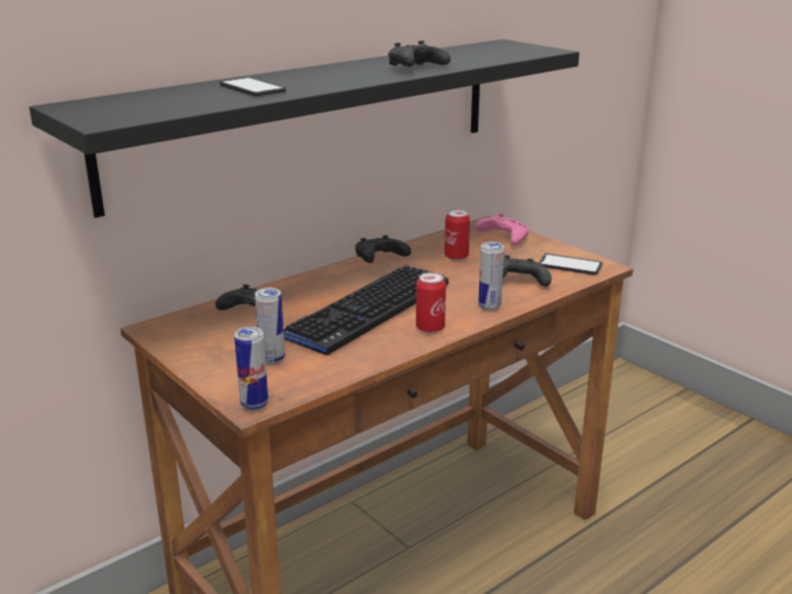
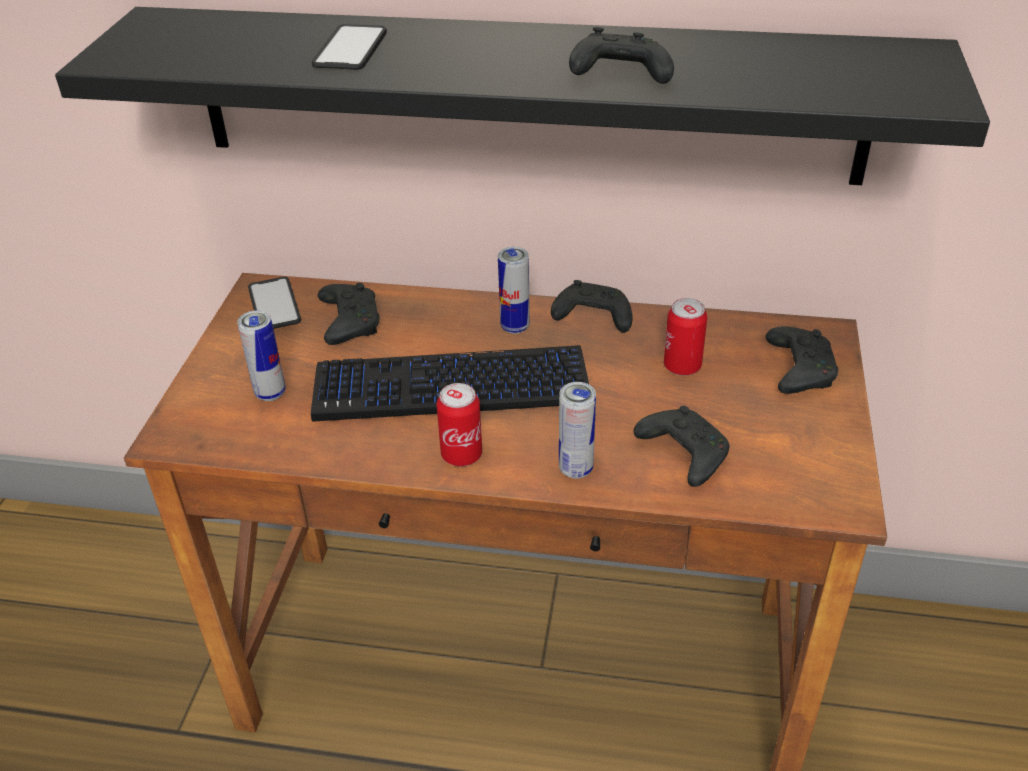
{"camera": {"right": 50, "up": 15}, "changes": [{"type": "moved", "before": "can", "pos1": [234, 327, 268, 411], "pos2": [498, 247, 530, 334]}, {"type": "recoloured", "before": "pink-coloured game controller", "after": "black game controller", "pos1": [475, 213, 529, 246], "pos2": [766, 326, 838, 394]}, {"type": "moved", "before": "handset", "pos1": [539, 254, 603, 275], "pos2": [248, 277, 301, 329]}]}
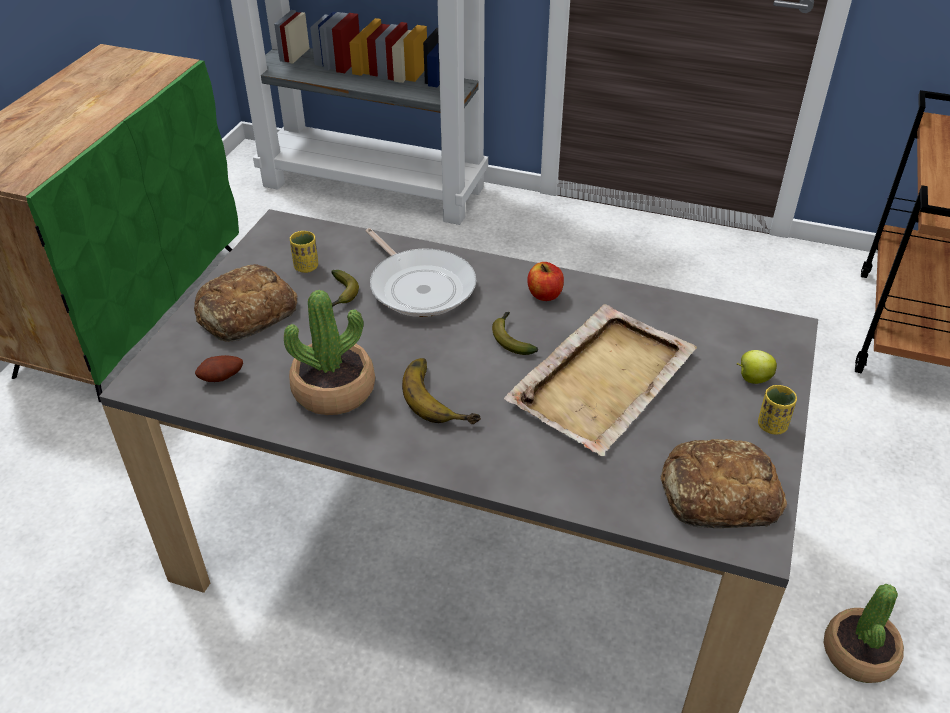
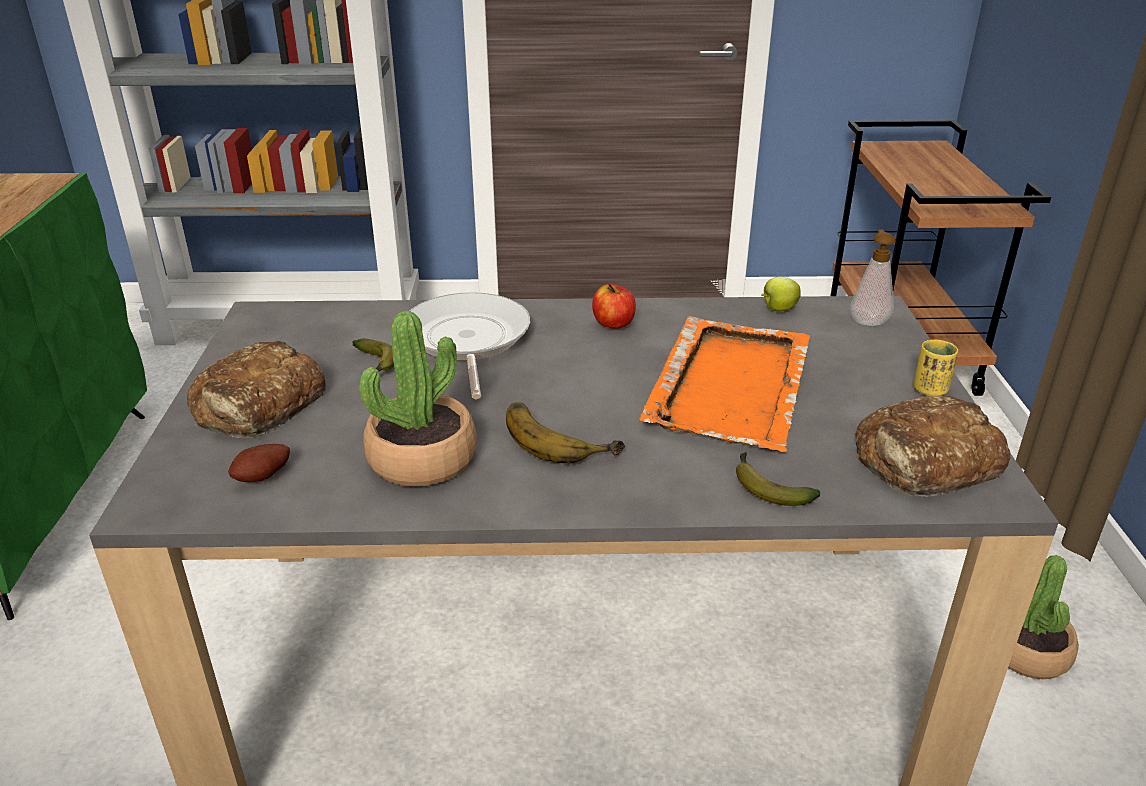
{"camera": {"right": -20, "up": -10}, "changes": [{"type": "removed", "before": "yellowish drinking cup", "pos1": [290, 231, 318, 273]}, {"type": "turned", "before": "skillet", "pos1": [365, 228, 476, 317], "pos2": [410, 292, 530, 399], "turn": -135}, {"type": "moved", "before": "banana", "pos1": [492, 312, 538, 355], "pos2": [736, 452, 820, 506]}, {"type": "recoloured", "before": "beige serving tray", "after": "orange serving tray", "pos1": [504, 304, 697, 456], "pos2": [640, 316, 810, 452]}, {"type": "moved", "before": "whole apple", "pos1": [737, 350, 777, 384], "pos2": [762, 277, 801, 311]}, {"type": "added", "after": "soap bottle", "pos2": [850, 230, 896, 326]}]}
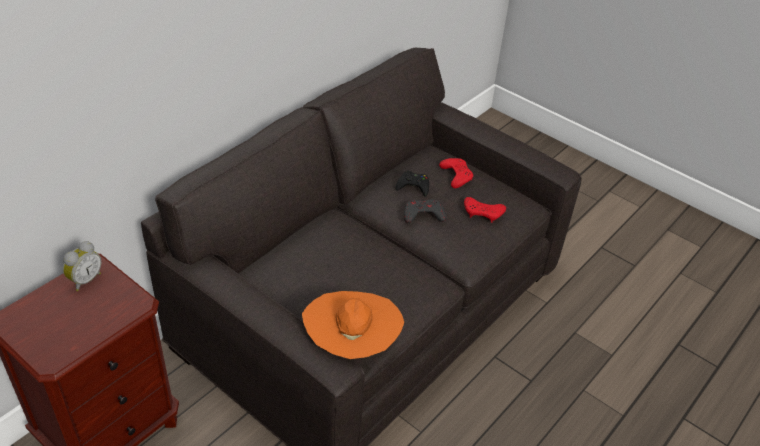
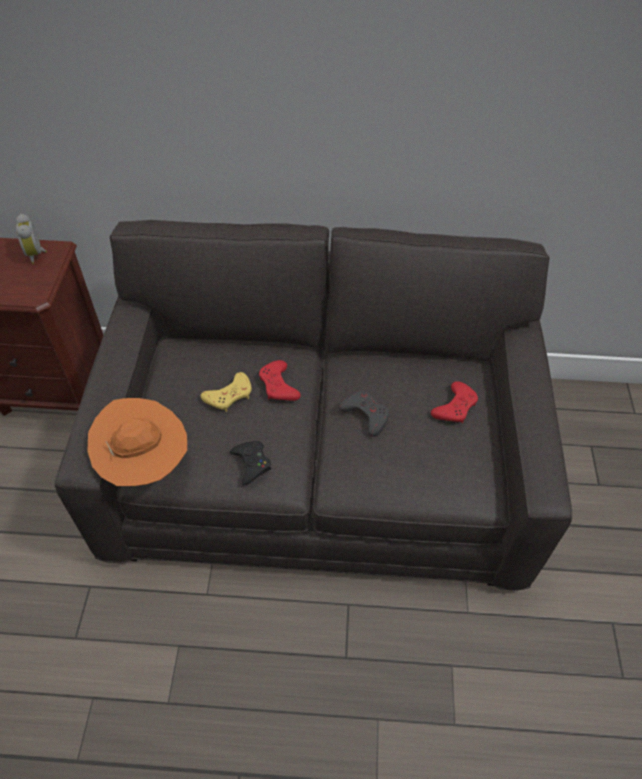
{"camera": {"right": 55, "up": 10}, "changes": [{"type": "turned", "before": "table clock", "pos1": [63, 241, 101, 291], "pos2": [16, 214, 47, 264], "turn": 75}, {"type": "moved", "before": "black game controller", "pos1": [396, 170, 429, 197], "pos2": [230, 441, 271, 485]}, {"type": "moved", "before": "reddish game controller", "pos1": [464, 197, 506, 223], "pos2": [259, 360, 301, 401]}, {"type": "added", "after": "yellowish game controller", "pos2": [201, 372, 252, 412]}]}
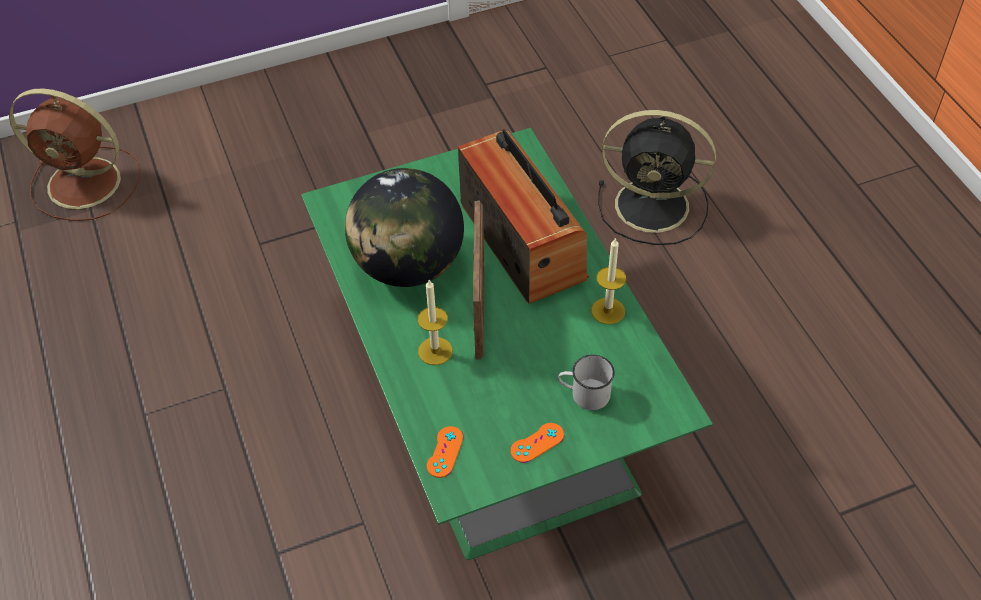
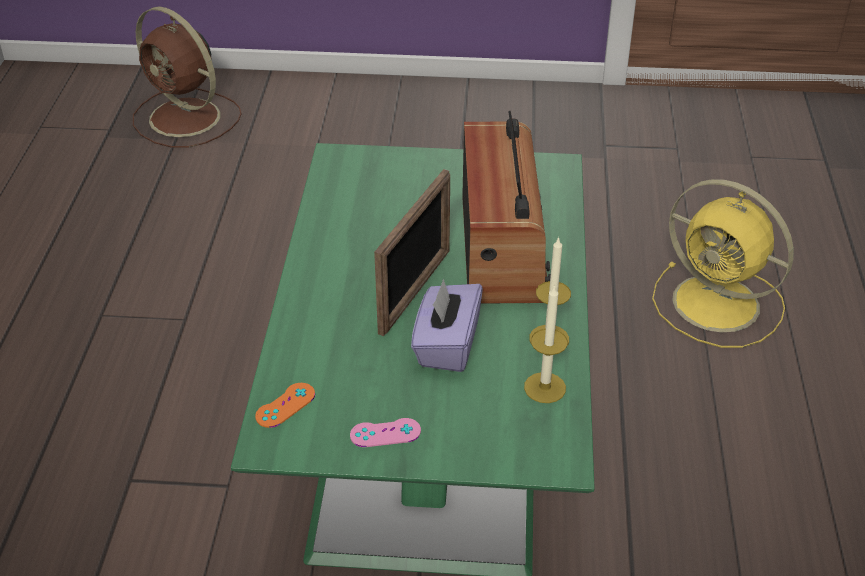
{"camera": {"right": 25, "up": -10}, "changes": [{"type": "removed", "before": "globe", "pos1": [345, 168, 464, 287]}, {"type": "moved", "before": "wax candle", "pos1": [417, 280, 453, 365], "pos2": [524, 284, 568, 403]}, {"type": "recoloured", "before": "orange game controller", "after": "pink-coloured game controller", "pos1": [511, 423, 564, 463], "pos2": [350, 418, 421, 447]}, {"type": "removed", "before": "white-coloured tea mug", "pos1": [558, 355, 615, 410]}, {"type": "recoloured", "before": "black electric fan", "after": "yellowish electric fan", "pos1": [598, 110, 716, 245], "pos2": [652, 179, 794, 348]}, {"type": "added", "after": "purple tissue box", "pos2": [411, 279, 483, 372]}]}
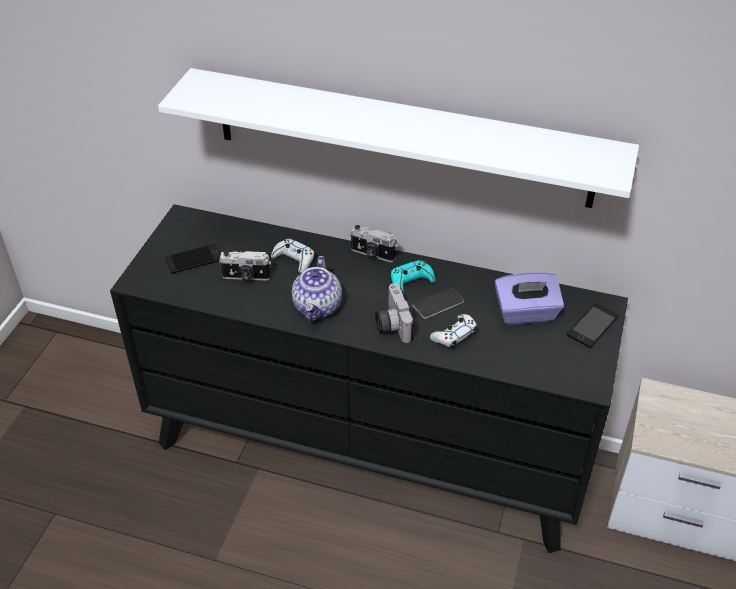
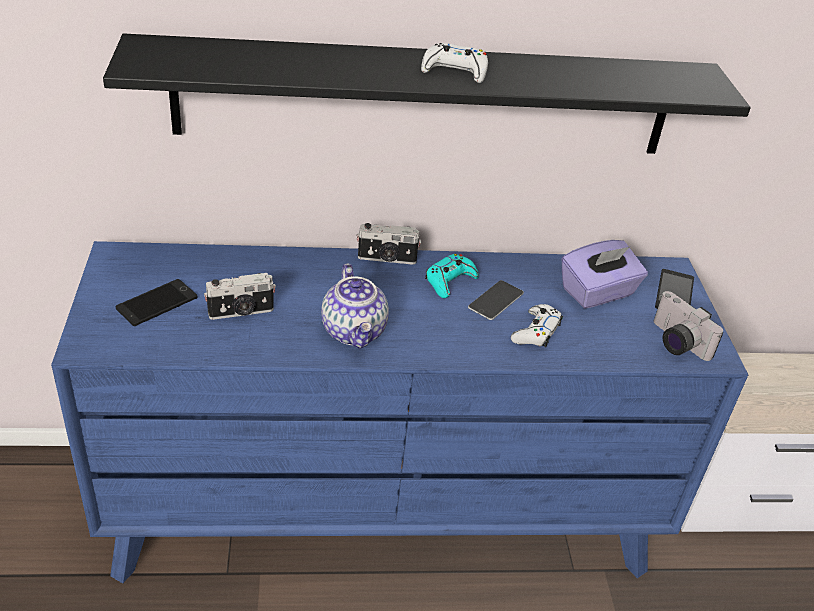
{"camera": {"right": -25, "up": -5}, "changes": [{"type": "recoloured", "before": "black chest of drawers", "after": "bluish chest of drawers", "pos1": [110, 204, 628, 553], "pos2": [51, 241, 748, 583]}, {"type": "recoloured", "before": "white-coloured shelf", "after": "black shelf", "pos1": [158, 68, 639, 208], "pos2": [103, 33, 751, 154]}, {"type": "moved", "before": "white-coloured game controller", "pos1": [271, 239, 314, 273], "pos2": [421, 43, 488, 83]}, {"type": "moved", "before": "still camera", "pos1": [375, 283, 415, 343], "pos2": [654, 291, 723, 361]}]}
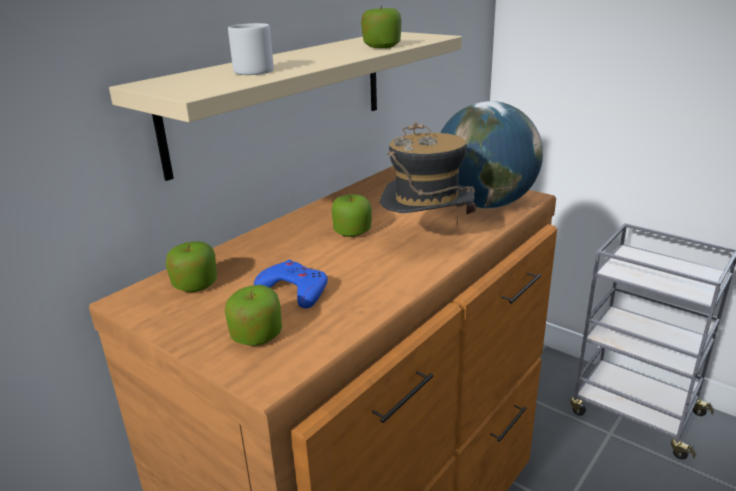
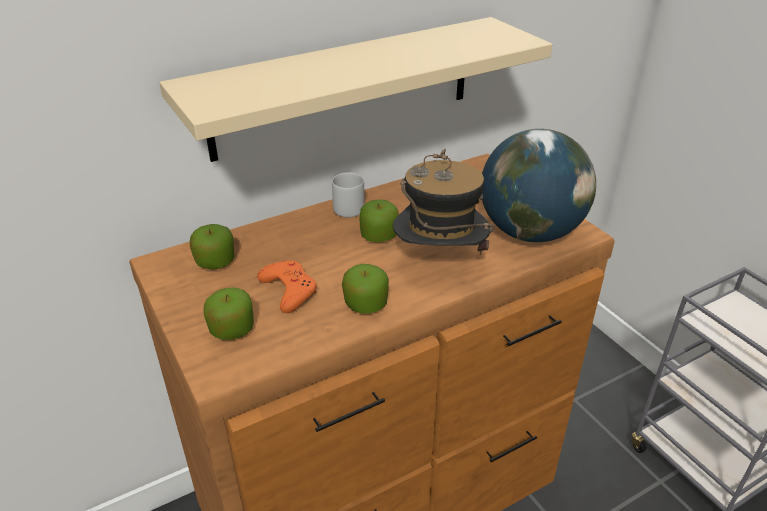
{"camera": {"right": 20, "up": 10}, "changes": [{"type": "moved", "before": "greyish tea mug", "pos1": [228, 23, 274, 75], "pos2": [332, 172, 365, 217]}, {"type": "recoloured", "before": "bluish game controller", "after": "orange game controller", "pos1": [254, 260, 328, 309], "pos2": [257, 260, 317, 313]}, {"type": "moved", "before": "whole apple", "pos1": [361, 5, 402, 48], "pos2": [342, 264, 389, 314]}]}
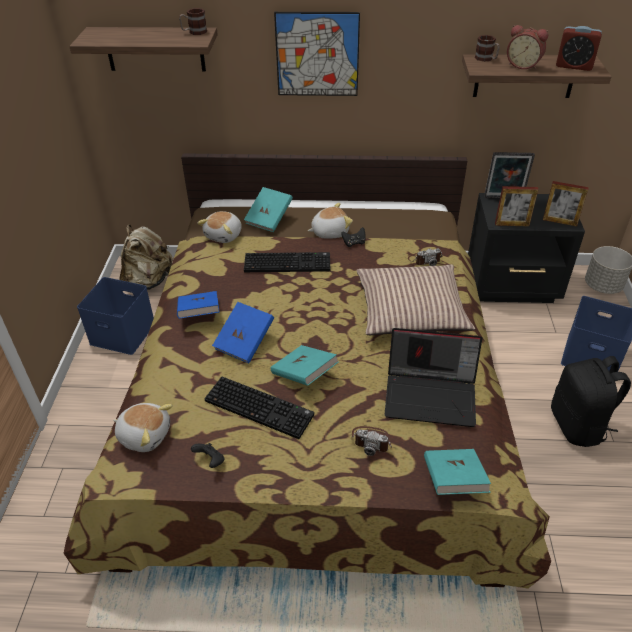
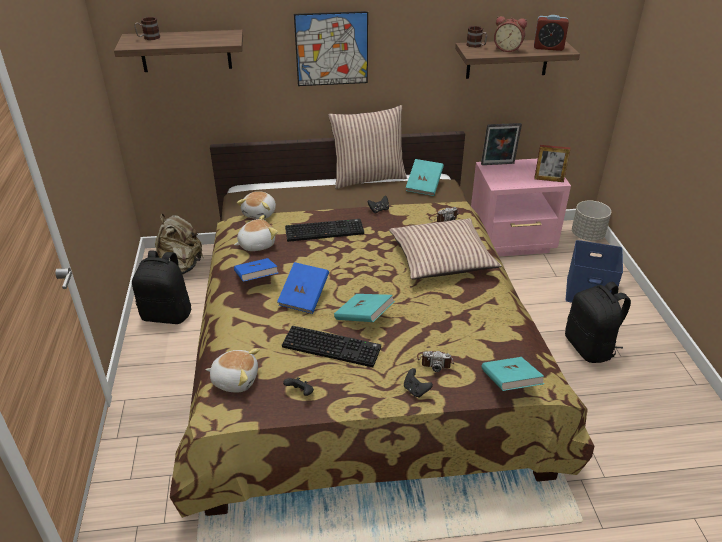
{"camera": {"right": -10, "up": -5}, "changes": [{"type": "replaced", "before": "bluish storage box", "after": "black backpack", "pos1": [77, 277, 154, 355], "pos2": [132, 250, 191, 324]}, {"type": "moved", "before": "tea mug", "pos1": [179, 8, 207, 35], "pos2": [134, 17, 160, 40]}, {"type": "moved", "before": "turquoise bound book", "pos1": [244, 187, 293, 232], "pos2": [406, 159, 444, 196]}, {"type": "moved", "before": "plush toy", "pos1": [308, 203, 353, 239], "pos2": [234, 215, 278, 251]}, {"type": "removed", "before": "laptop", "pos1": [385, 328, 482, 427]}, {"type": "recoloured", "before": "black bedside table", "after": "pink-coloured bedside table", "pos1": [468, 193, 585, 303], "pos2": [471, 159, 571, 257]}, {"type": "removed", "before": "picture frame", "pos1": [495, 186, 538, 226]}, {"type": "added", "after": "cushion", "pos2": [328, 105, 407, 189]}, {"type": "added", "after": "black game controller", "pos2": [404, 368, 433, 398]}]}
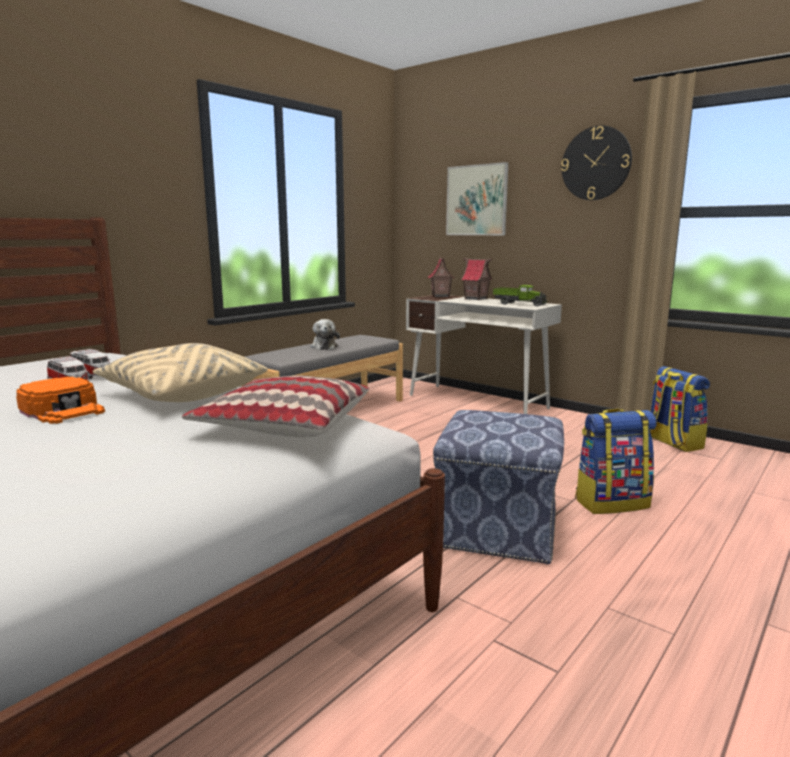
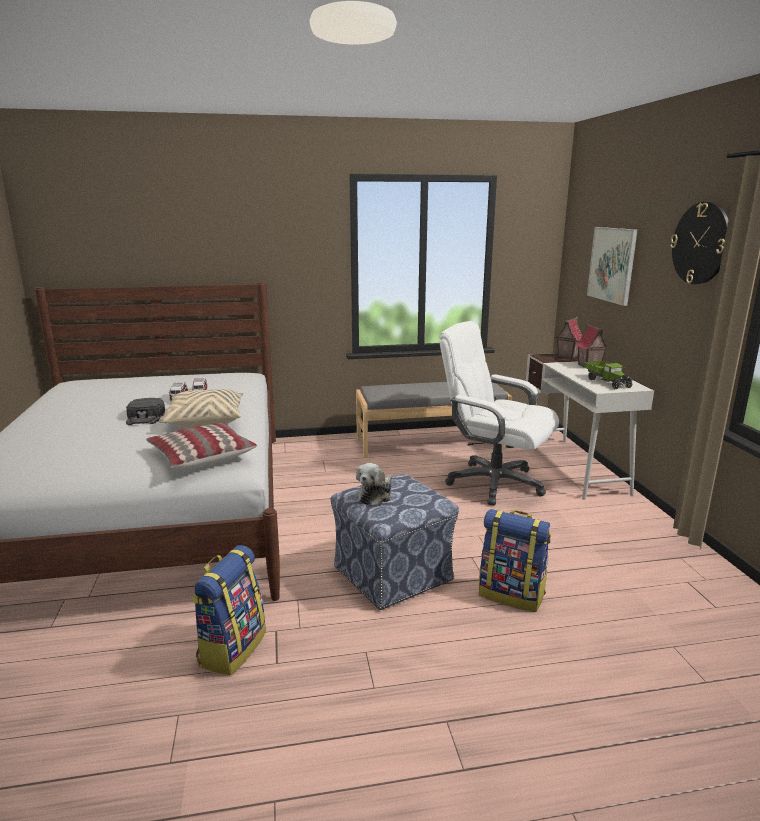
{"camera": {"right": 40, "up": 5}, "changes": [{"type": "recoloured", "before": "orange baseball cap", "after": "black baseball cap", "pos1": [16, 376, 105, 424], "pos2": [126, 398, 165, 425]}, {"type": "moved", "before": "plush toy", "pos1": [310, 319, 340, 350], "pos2": [356, 463, 392, 507]}, {"type": "moved", "before": "backpack", "pos1": [650, 366, 710, 452], "pos2": [192, 545, 266, 675]}, {"type": "added", "after": "white-coloured computer chair", "pos2": [439, 321, 559, 505]}]}
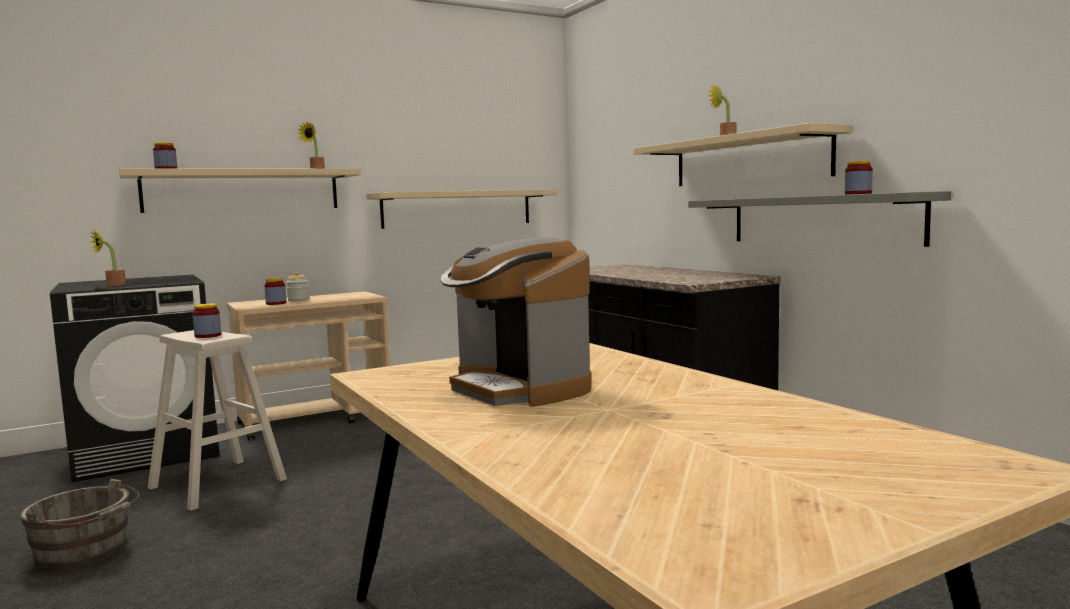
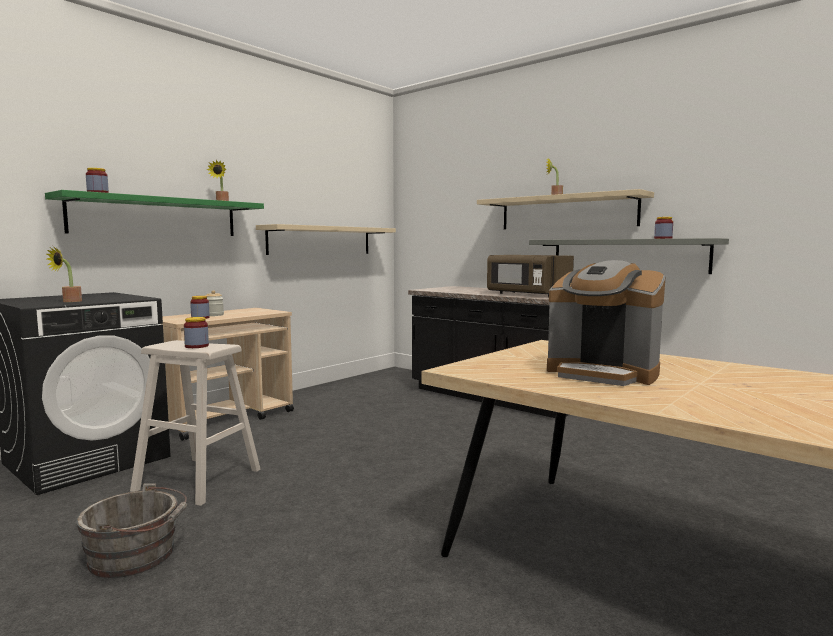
{"camera": {"right": -20, "up": 0}, "changes": [{"type": "recoloured", "before": "beige shelf", "after": "green-coloured shelf", "pos1": [119, 169, 361, 213], "pos2": [45, 190, 264, 236]}, {"type": "added", "after": "brown microwave oven", "pos2": [487, 255, 574, 297]}]}
